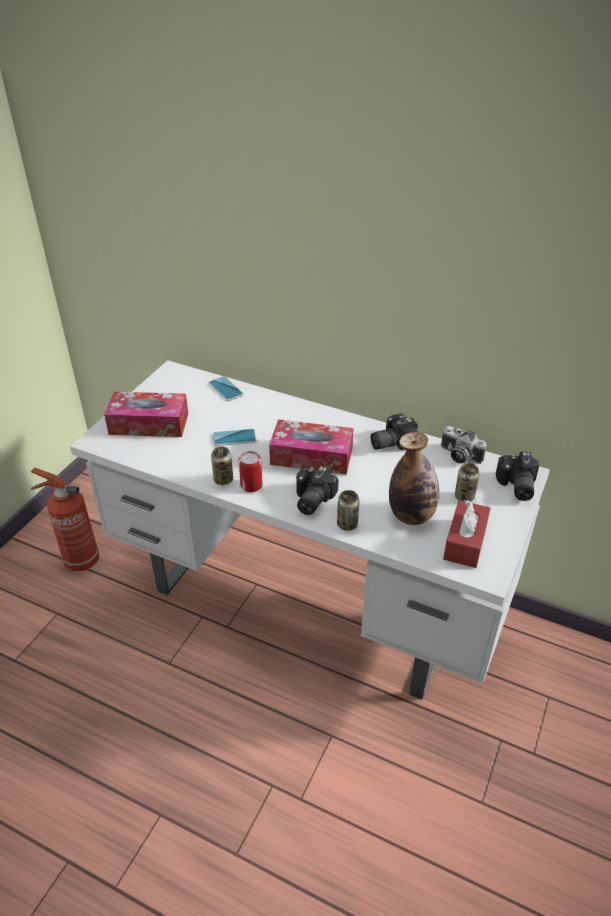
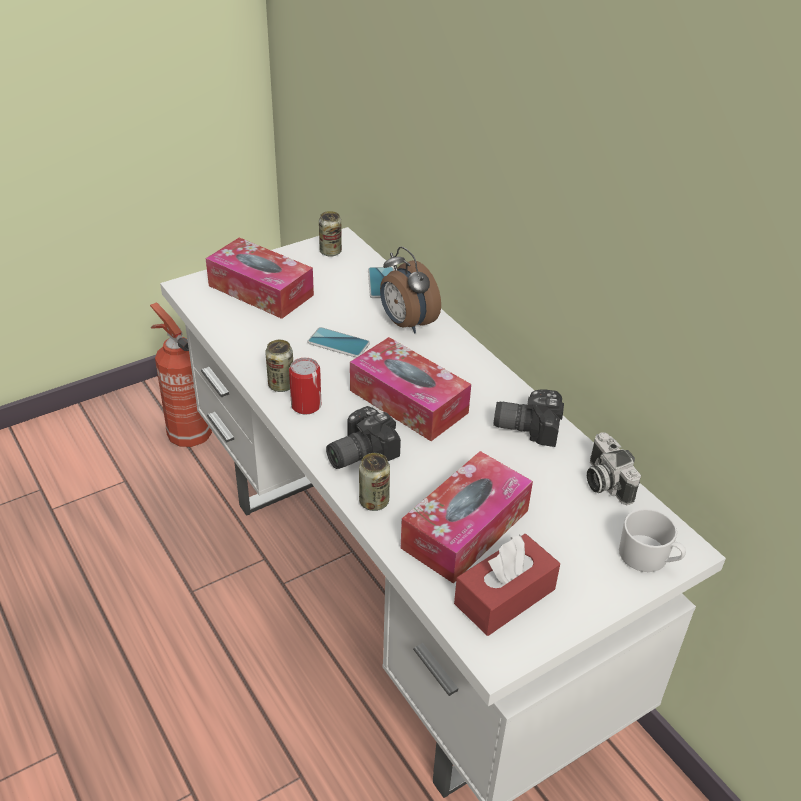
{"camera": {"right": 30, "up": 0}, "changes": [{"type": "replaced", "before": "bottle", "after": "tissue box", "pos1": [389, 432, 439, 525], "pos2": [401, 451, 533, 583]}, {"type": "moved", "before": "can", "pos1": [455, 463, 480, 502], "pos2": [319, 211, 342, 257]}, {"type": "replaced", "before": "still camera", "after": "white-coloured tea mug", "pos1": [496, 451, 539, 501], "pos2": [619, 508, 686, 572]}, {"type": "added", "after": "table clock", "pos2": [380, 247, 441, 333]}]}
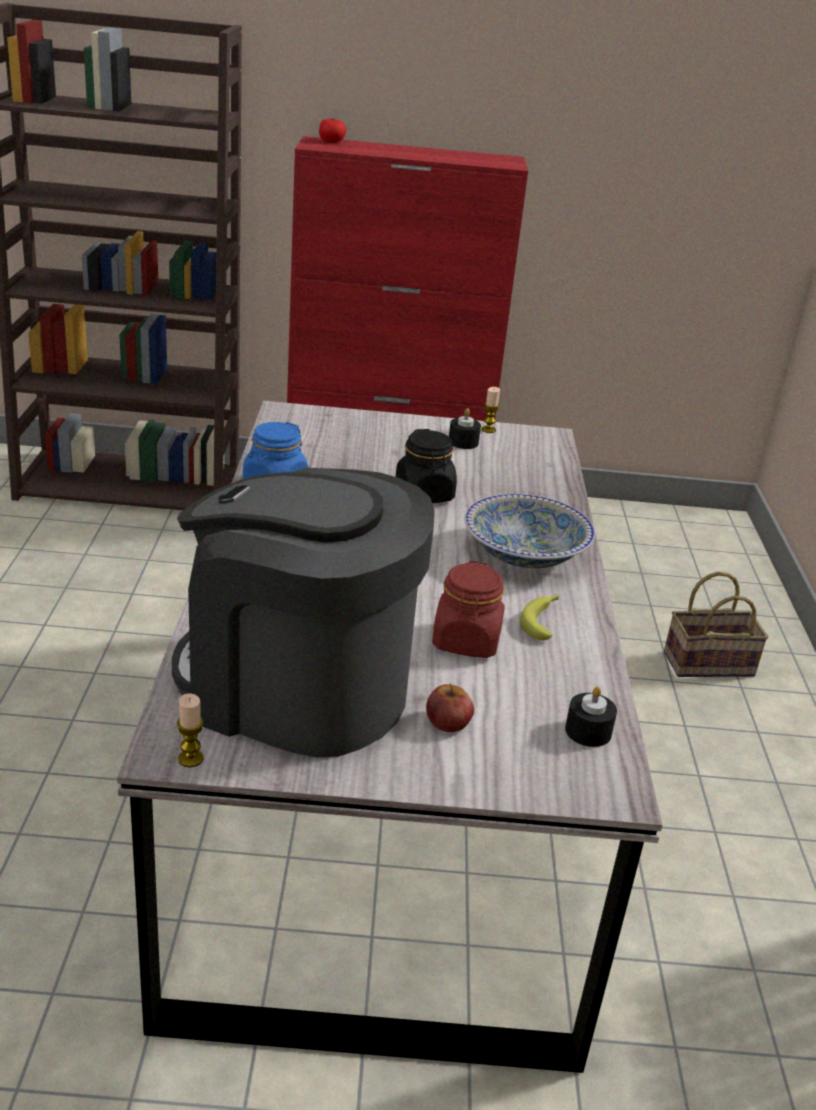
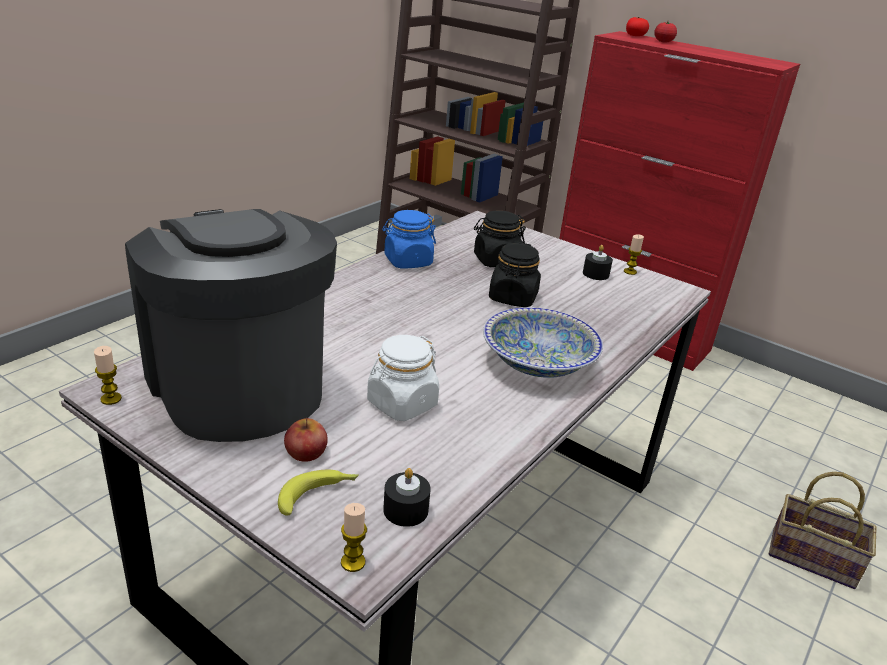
{"camera": {"right": 35, "up": 0}, "changes": [{"type": "recoloured", "before": "reddish storage jar", "after": "white-coloured storage jar", "pos1": [432, 561, 505, 658], "pos2": [367, 335, 439, 421]}, {"type": "moved", "before": "banana", "pos1": [520, 594, 559, 640], "pos2": [278, 470, 358, 515]}, {"type": "added", "after": "wax candle", "pos2": [341, 503, 367, 572]}, {"type": "added", "after": "black storage jar", "pos2": [474, 210, 526, 267]}, {"type": "added", "after": "whole tomato", "pos2": [654, 21, 677, 43]}]}
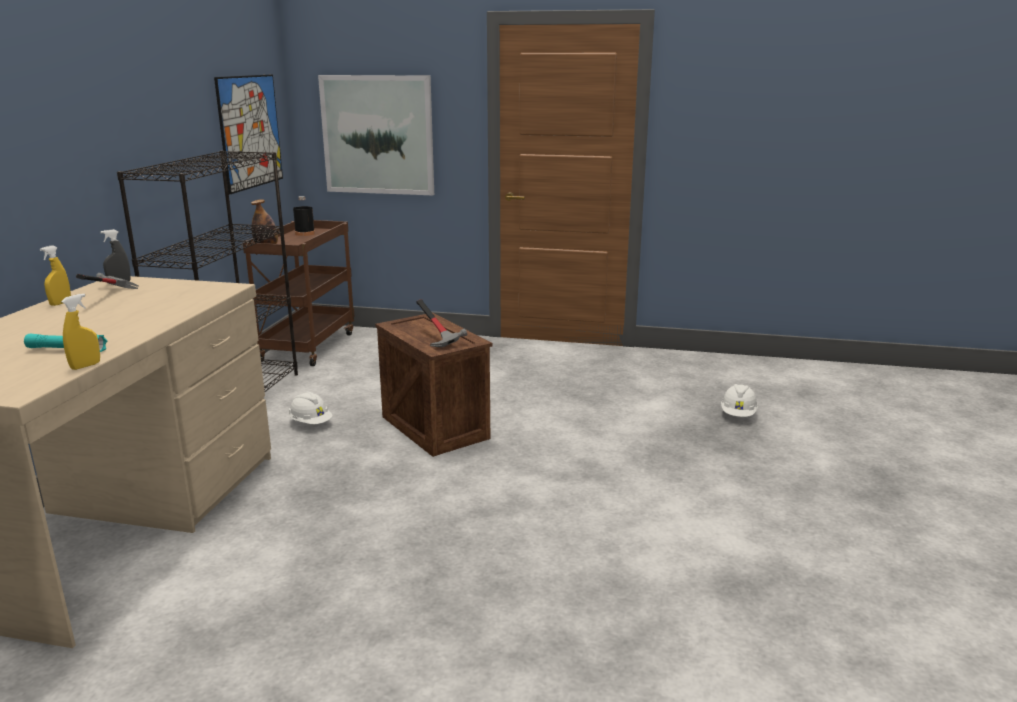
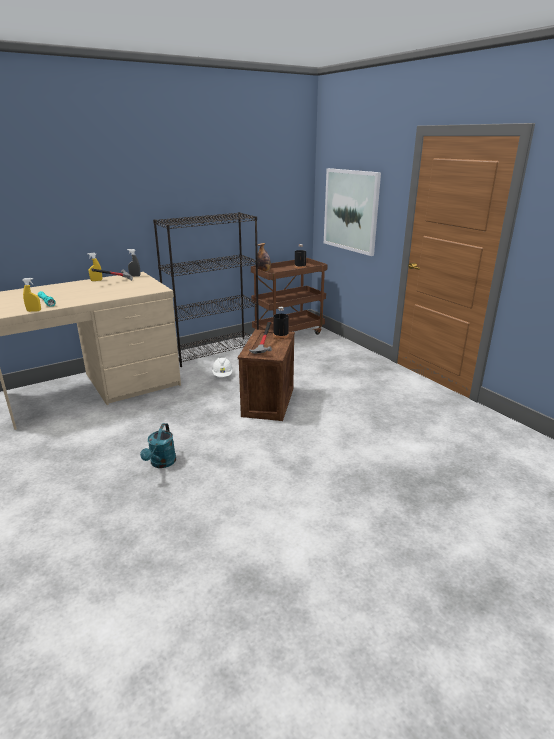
{"camera": {"right": 45, "up": 5}, "changes": [{"type": "removed", "before": "wall picture", "pos1": [214, 74, 283, 194]}, {"type": "removed", "before": "white-coloured safety helmet", "pos1": [721, 384, 758, 417]}, {"type": "added", "after": "turquoise sprinkling can", "pos2": [140, 423, 176, 468]}, {"type": "added", "after": "black bottle", "pos2": [273, 307, 289, 339]}]}
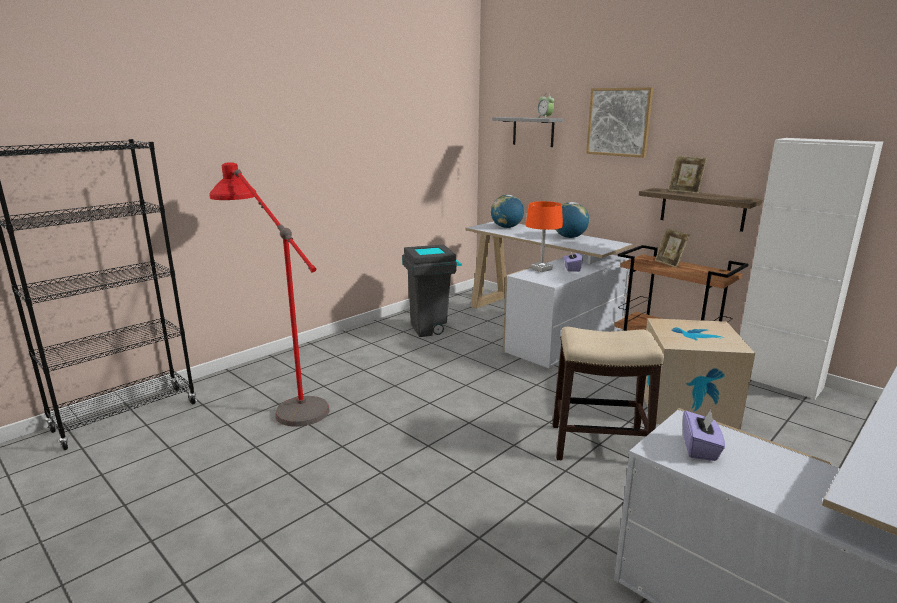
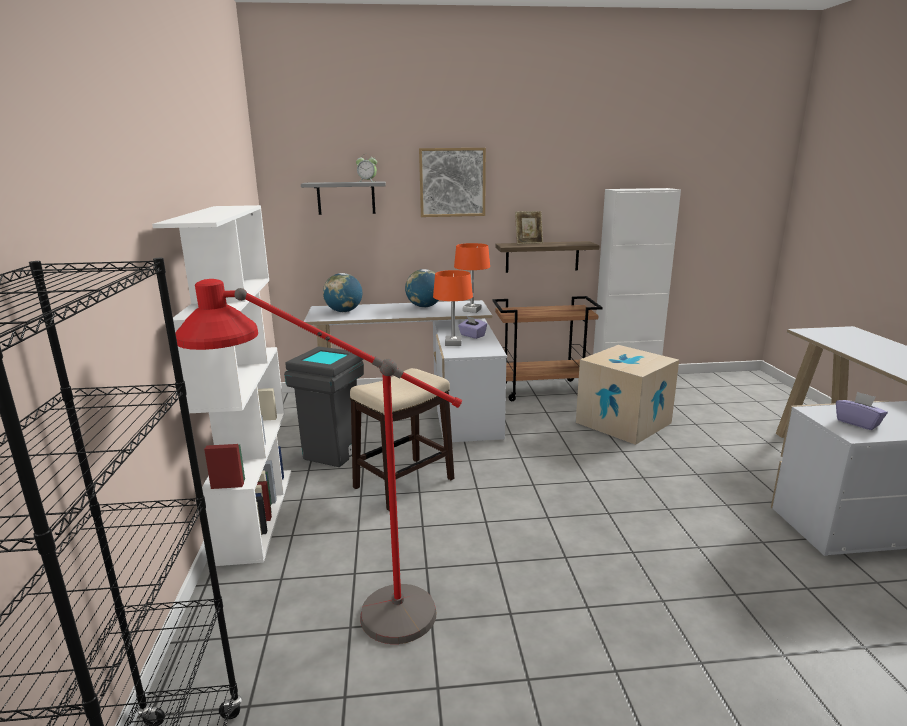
{"camera": {"right": -50, "up": 0}, "changes": [{"type": "moved", "before": "sitting stool", "pos1": [553, 327, 664, 460], "pos2": [350, 368, 454, 511]}, {"type": "removed", "before": "picture frame", "pos1": [655, 228, 690, 268]}, {"type": "added", "after": "white-coloured bookshelf", "pos2": [152, 205, 291, 566]}, {"type": "added", "after": "orange table lamp", "pos2": [454, 243, 490, 313]}]}
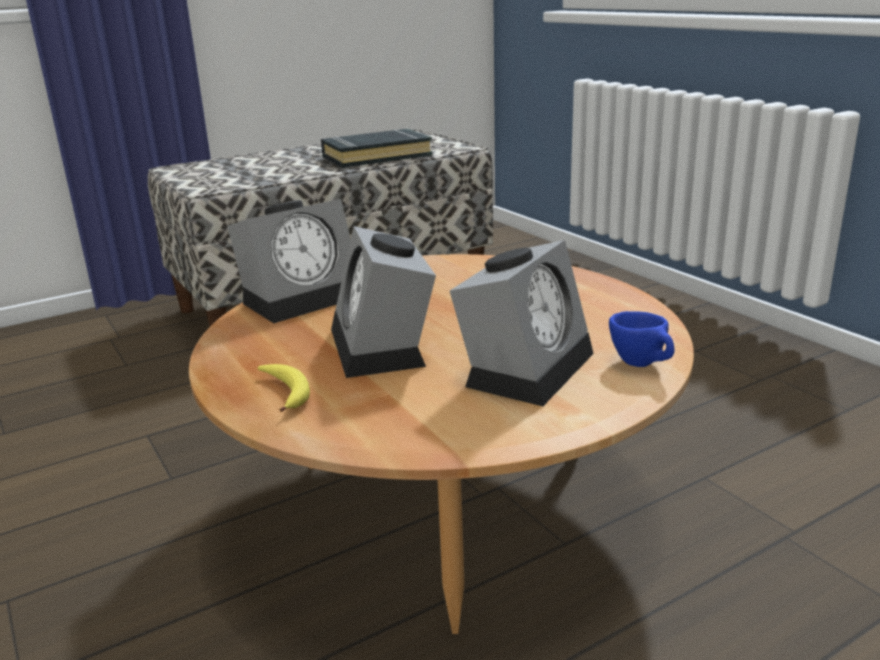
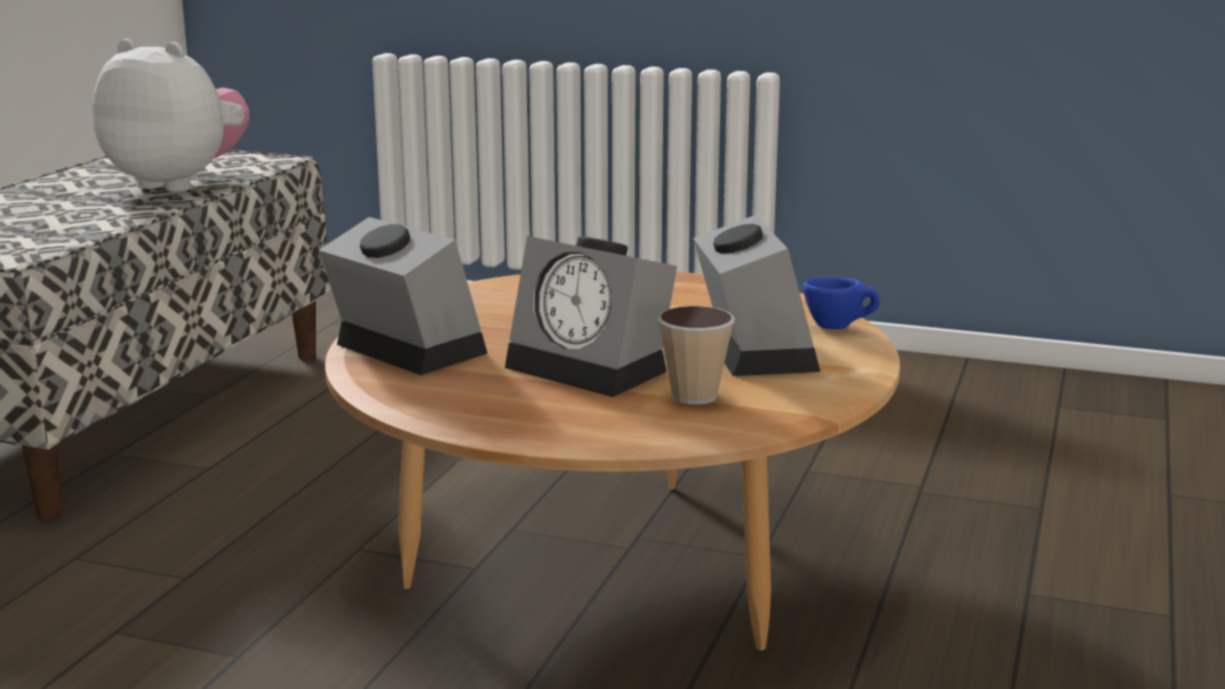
{"camera": {"right": -40, "up": -5}, "changes": [{"type": "turned", "before": "table clock", "pos1": [227, 199, 351, 323], "pos2": [318, 217, 488, 375], "turn": -60}, {"type": "removed", "before": "banana", "pos1": [258, 364, 310, 412]}, {"type": "replaced", "before": "black bound book", "after": "plush toy", "pos1": [321, 129, 433, 168], "pos2": [92, 39, 249, 192]}, {"type": "added", "after": "drinking cup", "pos2": [658, 306, 735, 405]}]}
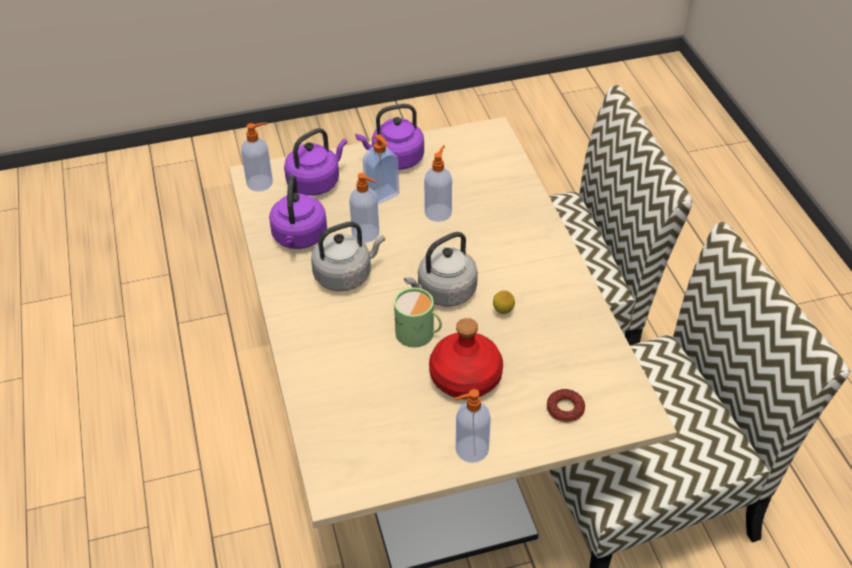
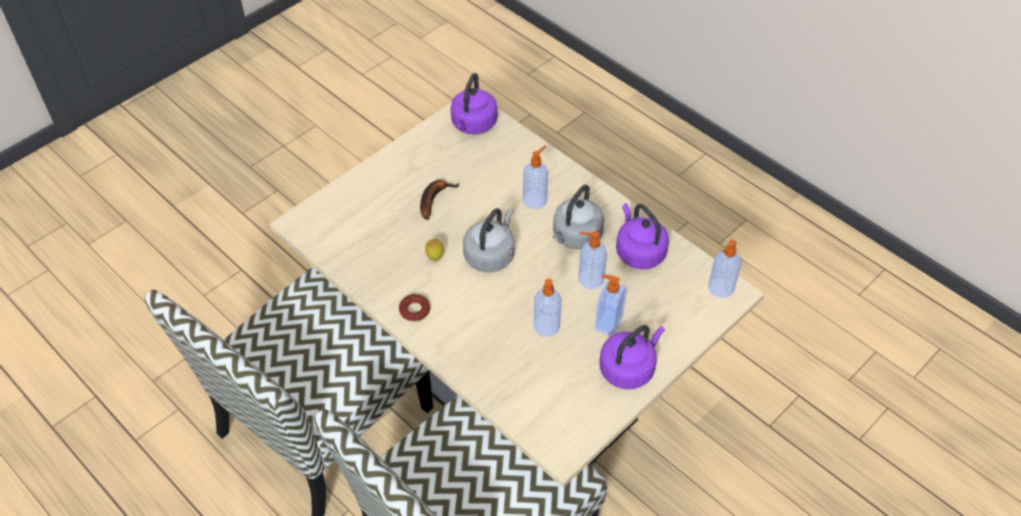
{"camera": {"right": 150, "up": 5}, "changes": [{"type": "moved", "before": "purple kettle", "pos1": [284, 128, 347, 196], "pos2": [451, 73, 497, 134]}, {"type": "removed", "before": "green-coloured tea mug", "pos1": [394, 288, 442, 347]}, {"type": "replaced", "before": "reddish bottle", "after": "banana", "pos1": [429, 318, 503, 399], "pos2": [420, 180, 460, 220]}, {"type": "moved", "before": "soap bottle", "pos1": [454, 389, 491, 463], "pos2": [523, 145, 548, 209]}, {"type": "moved", "before": "ring doughnut", "pos1": [547, 389, 585, 423], "pos2": [399, 294, 430, 322]}]}
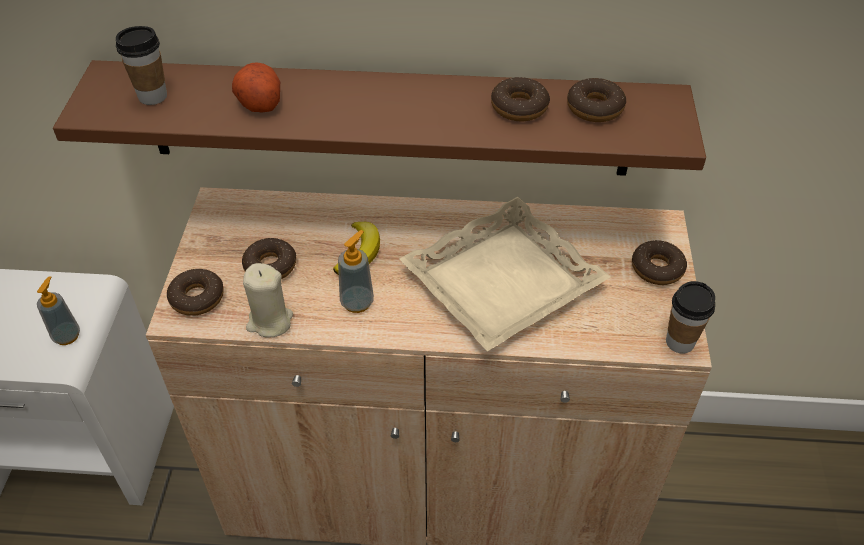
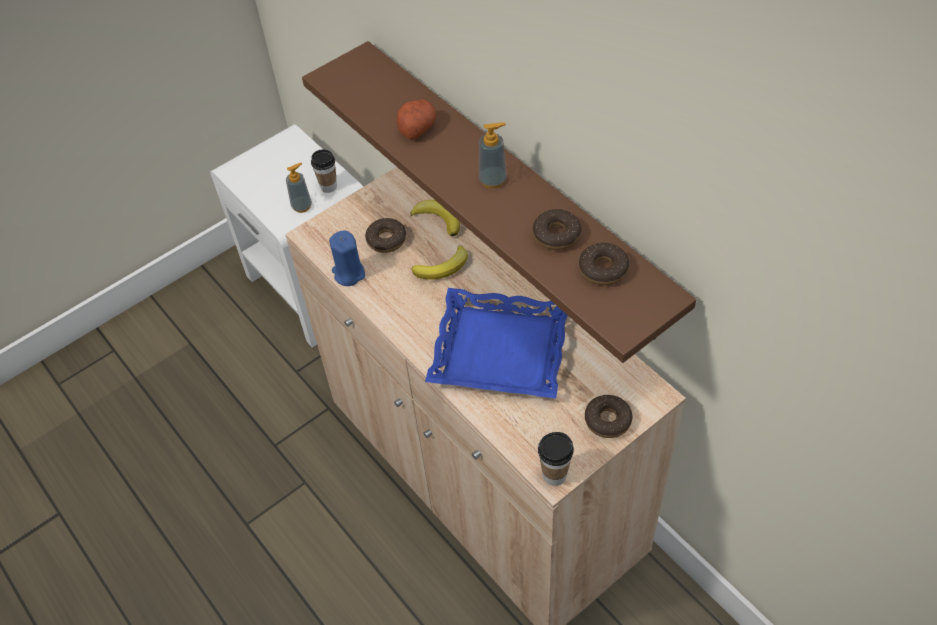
{"camera": {"right": 50, "up": 5}, "changes": [{"type": "moved", "before": "drinking cup", "pos1": [116, 26, 167, 105], "pos2": [311, 149, 337, 193]}, {"type": "removed", "before": "ring doughnut", "pos1": [167, 269, 224, 316]}, {"type": "recoloured", "before": "beige wax candle", "after": "bluish wax candle", "pos1": [243, 263, 293, 338], "pos2": [329, 231, 365, 286]}, {"type": "moved", "before": "soap bottle", "pos1": [338, 230, 374, 313], "pos2": [479, 122, 507, 188]}, {"type": "recoloured", "before": "beige serving tray", "after": "bluish serving tray", "pos1": [399, 197, 611, 351], "pos2": [425, 288, 568, 398]}, {"type": "added", "after": "banana", "pos2": [410, 200, 460, 237]}]}
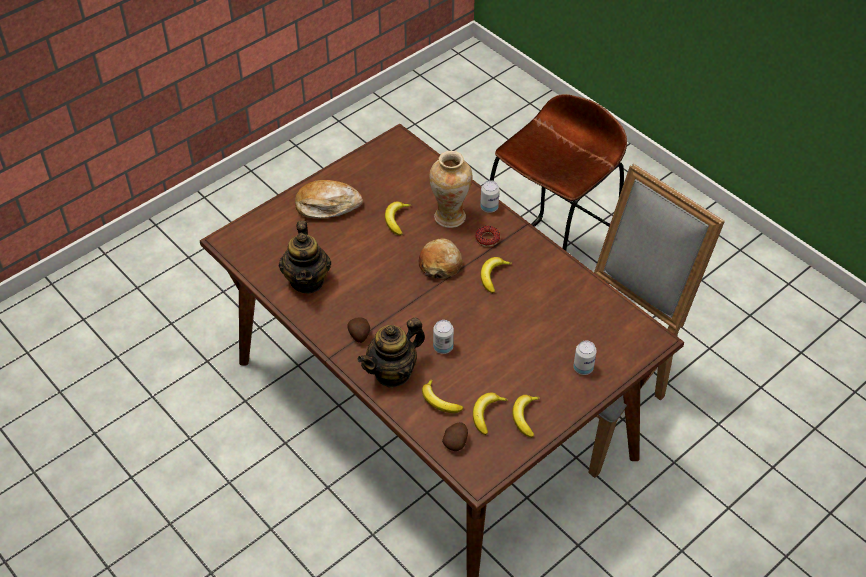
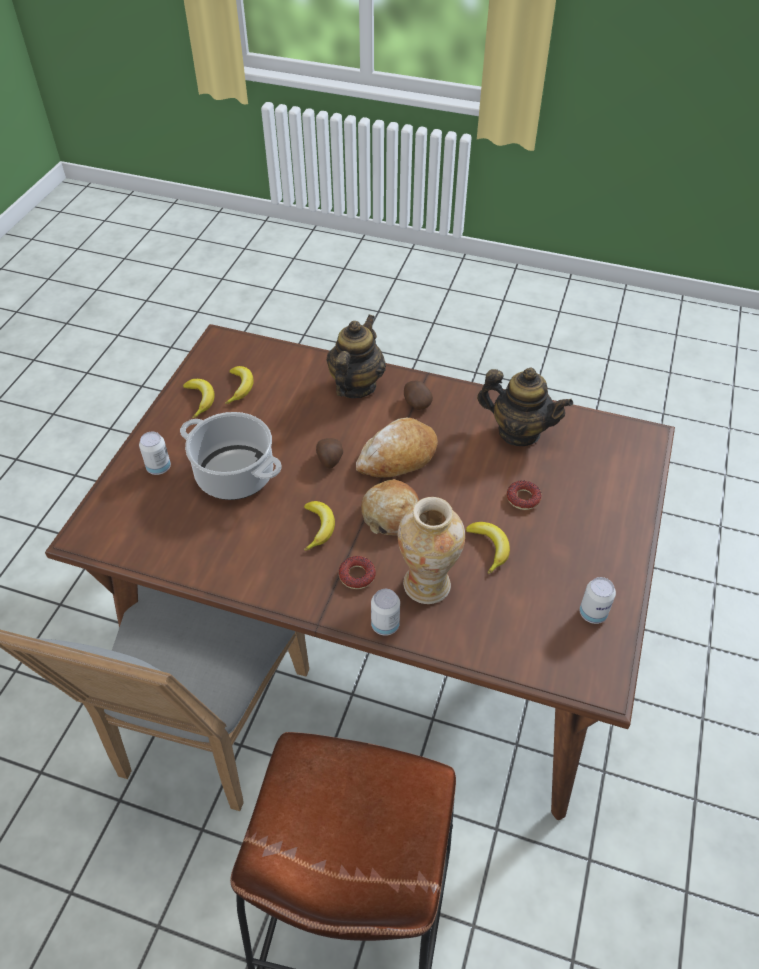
{"camera": {"right": 150, "up": 0}, "changes": [{"type": "turned", "before": "pot for tea", "pos1": [279, 221, 331, 293], "pos2": [477, 367, 573, 446], "turn": 150}, {"type": "moved", "before": "bakery bread", "pos1": [295, 180, 363, 218], "pos2": [356, 417, 438, 477]}, {"type": "removed", "before": "banana", "pos1": [422, 379, 463, 413]}, {"type": "moved", "before": "can", "pos1": [433, 320, 454, 354], "pos2": [580, 577, 616, 624]}, {"type": "moved", "before": "spud", "pos1": [442, 422, 468, 451], "pos2": [316, 438, 343, 469]}, {"type": "added", "after": "saucepot", "pos2": [180, 412, 282, 500]}, {"type": "added", "after": "ring doughnut", "pos2": [507, 480, 541, 510]}]}
